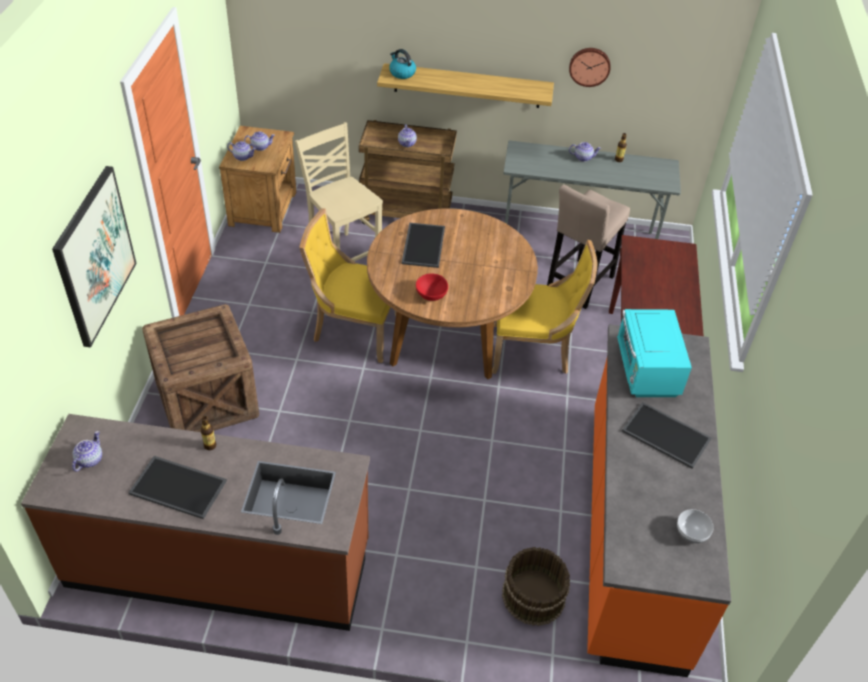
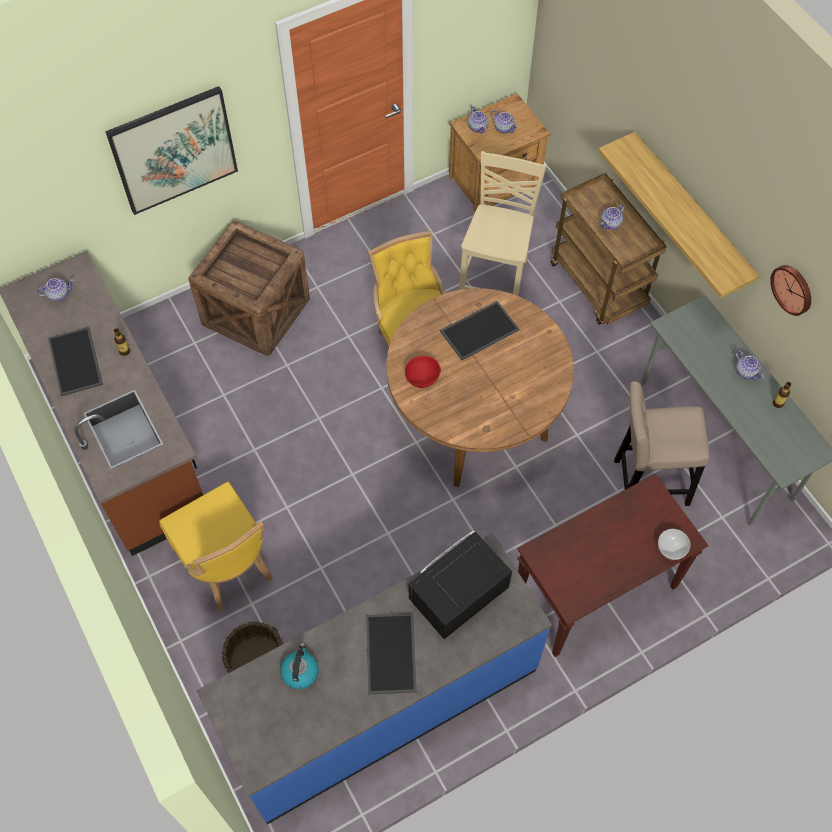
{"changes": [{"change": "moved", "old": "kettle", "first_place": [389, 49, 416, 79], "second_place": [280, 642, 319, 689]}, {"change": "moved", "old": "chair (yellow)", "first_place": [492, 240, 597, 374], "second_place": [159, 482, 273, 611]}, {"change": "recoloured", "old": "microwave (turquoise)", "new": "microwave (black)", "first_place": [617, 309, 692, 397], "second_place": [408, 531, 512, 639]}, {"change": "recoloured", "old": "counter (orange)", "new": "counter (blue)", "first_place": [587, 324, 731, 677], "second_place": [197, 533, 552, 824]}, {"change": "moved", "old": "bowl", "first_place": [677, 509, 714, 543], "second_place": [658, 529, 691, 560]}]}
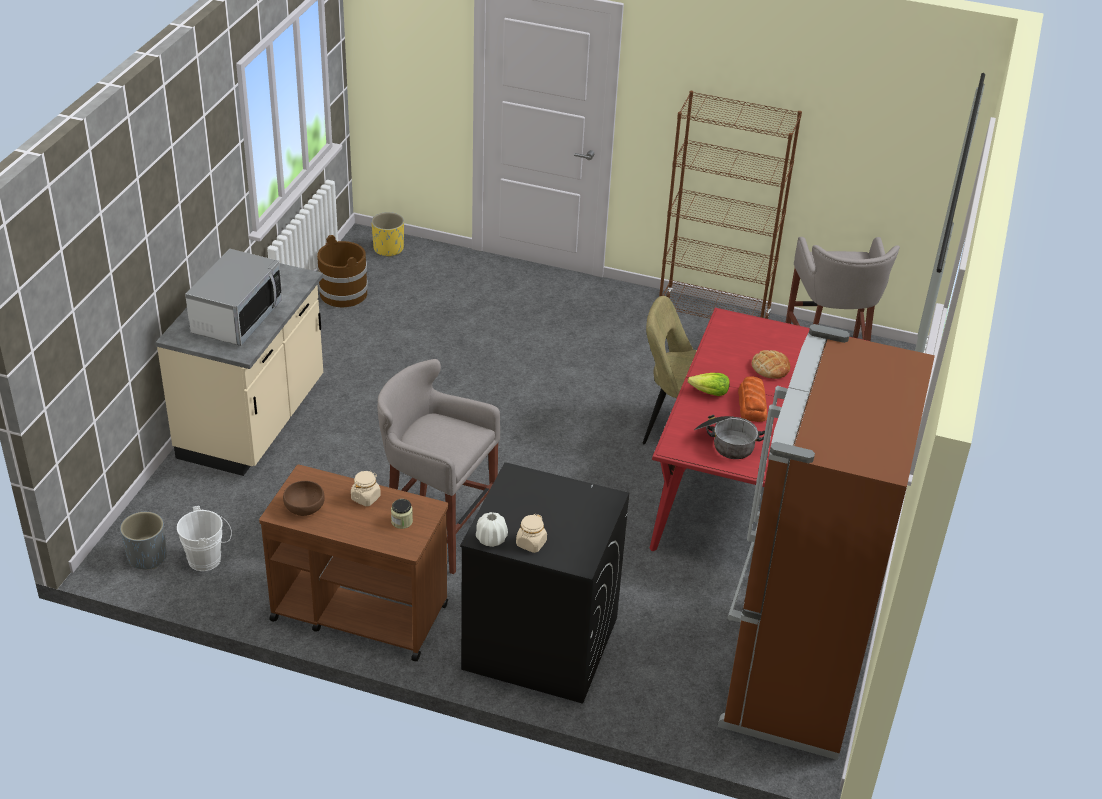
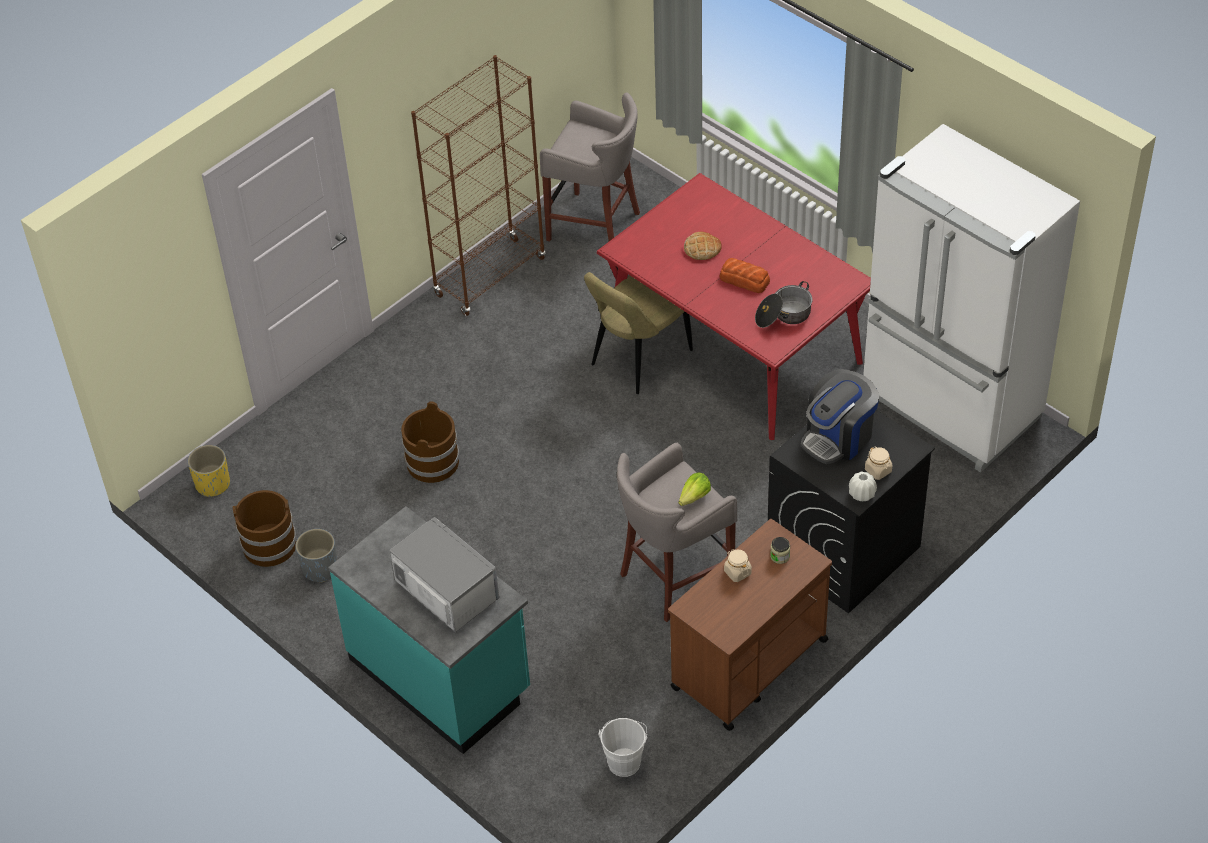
{"changes": [{"change": "recoloured", "old": "counter (beige)", "new": "counter (turquoise)", "first_place": [156, 263, 323, 476], "second_place": [328, 506, 530, 754]}, {"change": "recoloured", "old": "fridge (brown)", "new": "fridge (white)", "first_place": [718, 324, 935, 760], "second_place": [863, 124, 1080, 473]}, {"change": "moved", "old": "lettuce", "first_place": [688, 373, 730, 396], "second_place": [678, 473, 711, 506]}, {"change": "removed", "old": "bowl (brown)", "first_place": [283, 481, 325, 516]}, {"change": "moved", "old": "planter (grey)", "first_place": [120, 512, 167, 569], "second_place": [295, 529, 337, 583]}, {"change": "added", "new": "coffee machine", "second_place": [801, 369, 879, 464]}, {"change": "added", "new": "bucket (brown)", "second_place": [401, 402, 459, 483]}]}
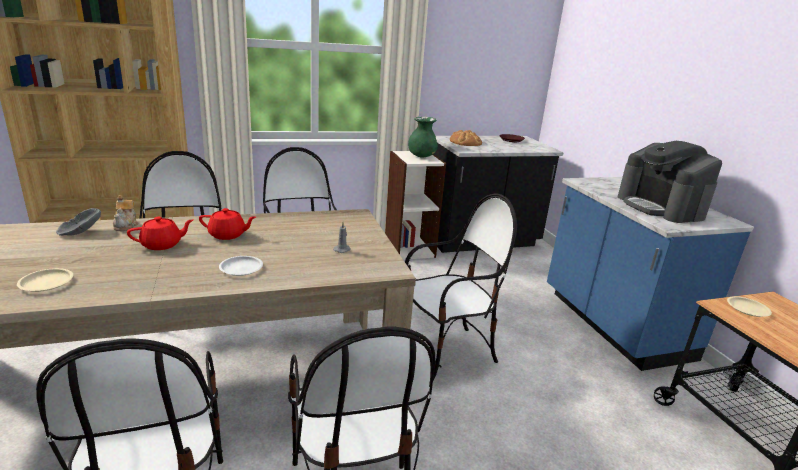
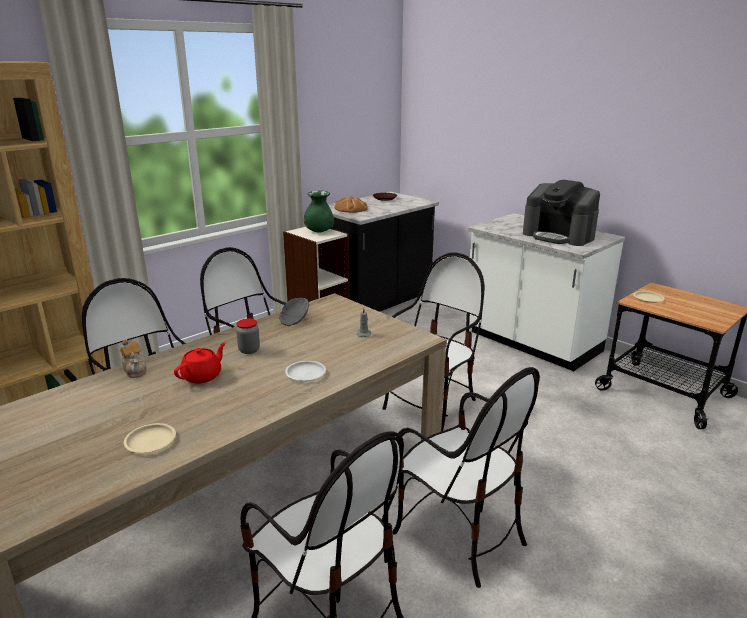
{"changes": [{"change": "recoloured", "old": "counter (blue)", "new": "counter (white)", "first_place": [547, 177, 754, 371], "second_place": [465, 213, 625, 371]}, {"change": "moved", "old": "bowl (grey)", "first_place": [56, 208, 101, 236], "second_place": [279, 298, 309, 326]}, {"change": "replaced", "old": "teapot (red)", "new": "jar", "first_place": [199, 208, 256, 240], "second_place": [236, 318, 260, 354]}]}
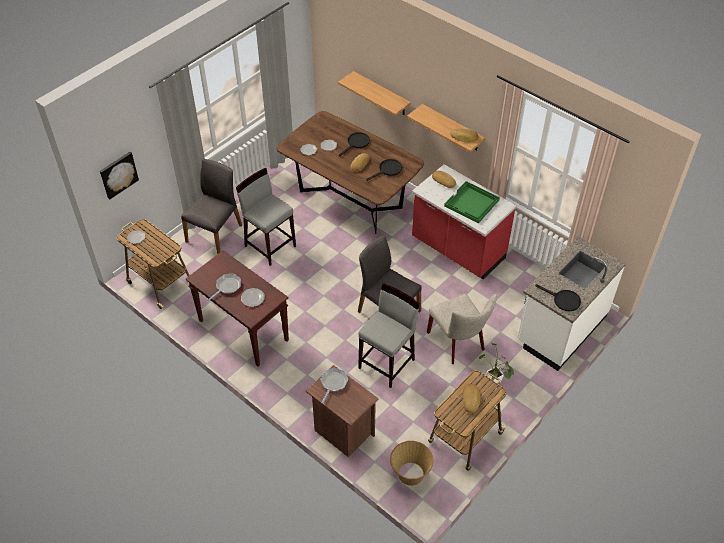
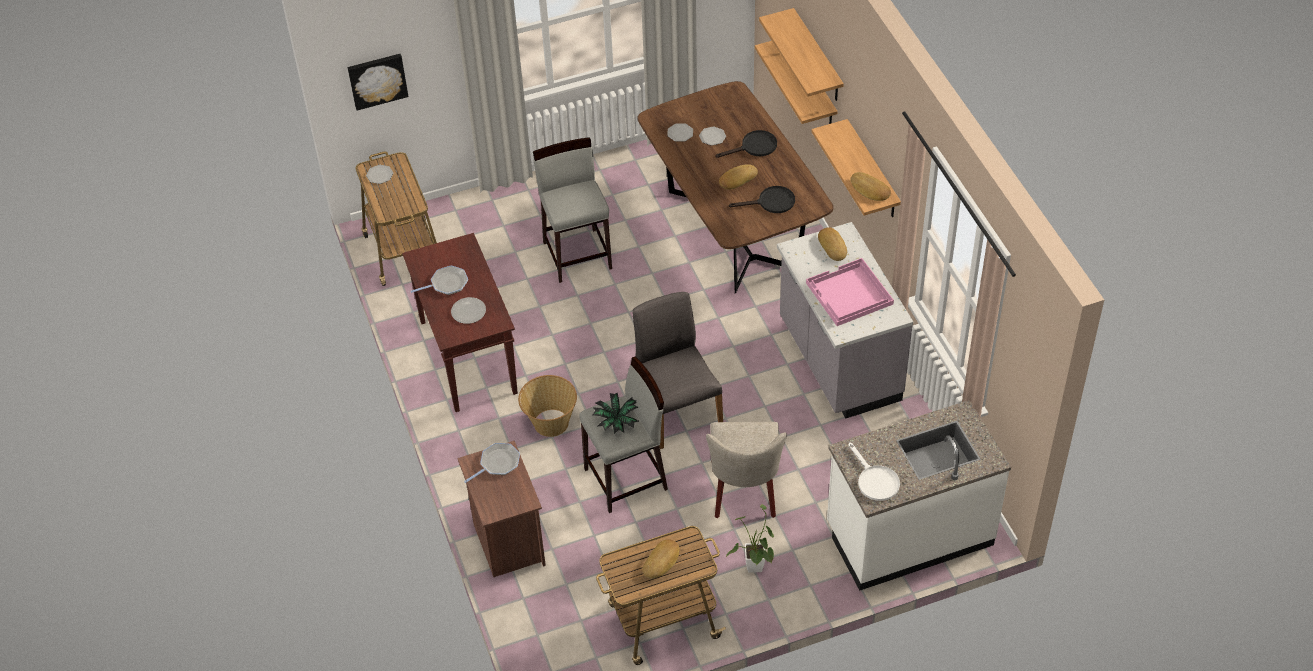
{"changes": [{"change": "removed", "old": "chair (grey)", "first_place": [181, 159, 242, 254]}, {"change": "recoloured", "old": "counter (red)", "new": "counter (grey)", "first_place": [412, 164, 516, 279], "second_place": [777, 222, 913, 419]}, {"change": "recoloured", "old": "tray (green)", "new": "tray (pink)", "first_place": [444, 181, 500, 224], "second_place": [806, 258, 894, 326]}, {"change": "recoloured", "old": "frying pan (black)", "new": "frying pan (white)", "first_place": [535, 284, 581, 311], "second_place": [849, 443, 900, 501]}, {"change": "moved", "old": "basket", "first_place": [390, 441, 433, 486], "second_place": [518, 375, 577, 437]}, {"change": "added", "new": "shelf", "second_place": [759, 8, 844, 101]}, {"change": "added", "new": "potted plant", "second_place": [592, 393, 640, 434]}]}
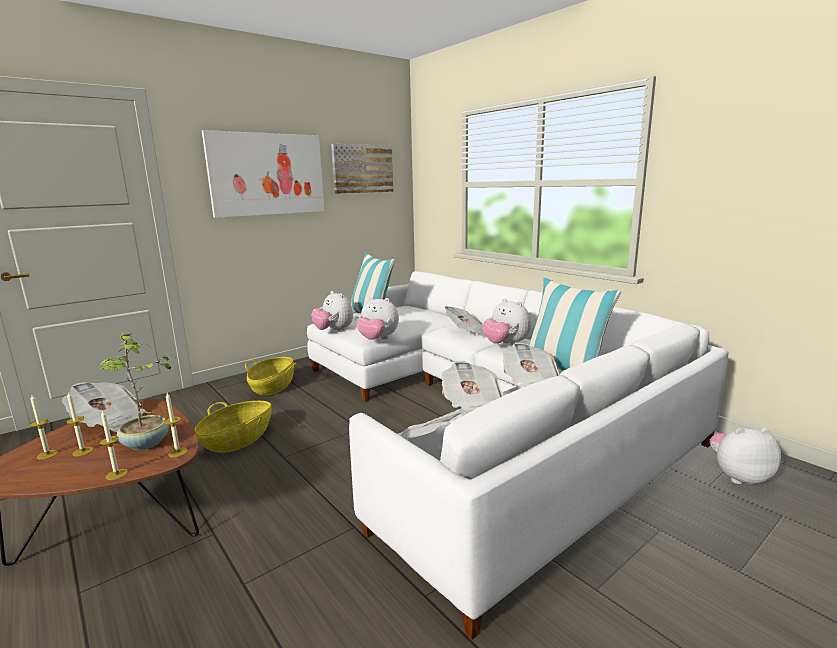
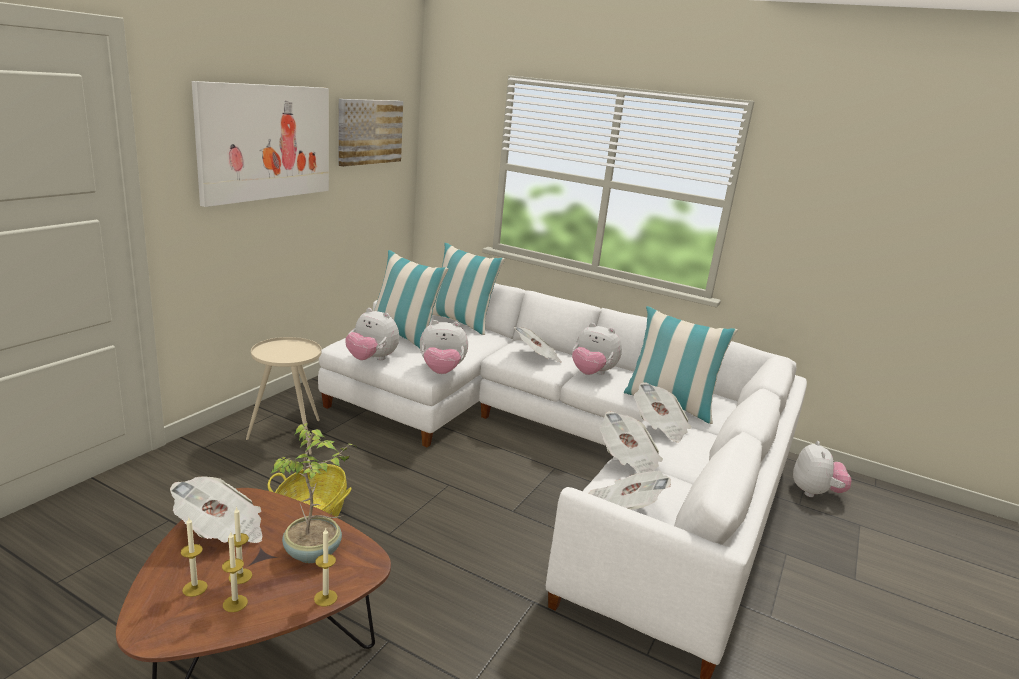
{"changes": [{"change": "replaced", "old": "basket", "new": "side table (beige)", "first_place": [245, 357, 296, 395], "second_place": [246, 337, 322, 455]}, {"change": "moved", "old": "candle", "first_place": [164, 393, 188, 457], "second_place": [222, 532, 248, 612]}, {"change": "turned", "old": "plush toy", "first_place": [710, 428, 781, 484], "second_place": [793, 441, 851, 497], "degrees": 120}, {"change": "added", "new": "pillow", "second_place": [432, 243, 505, 335]}]}
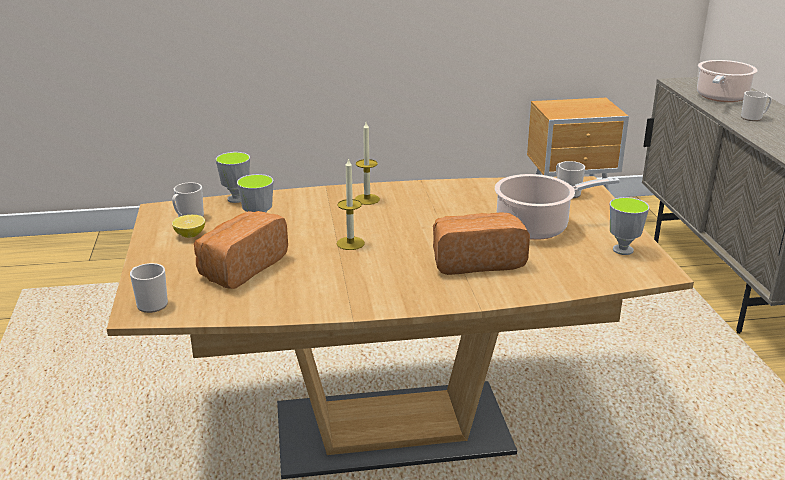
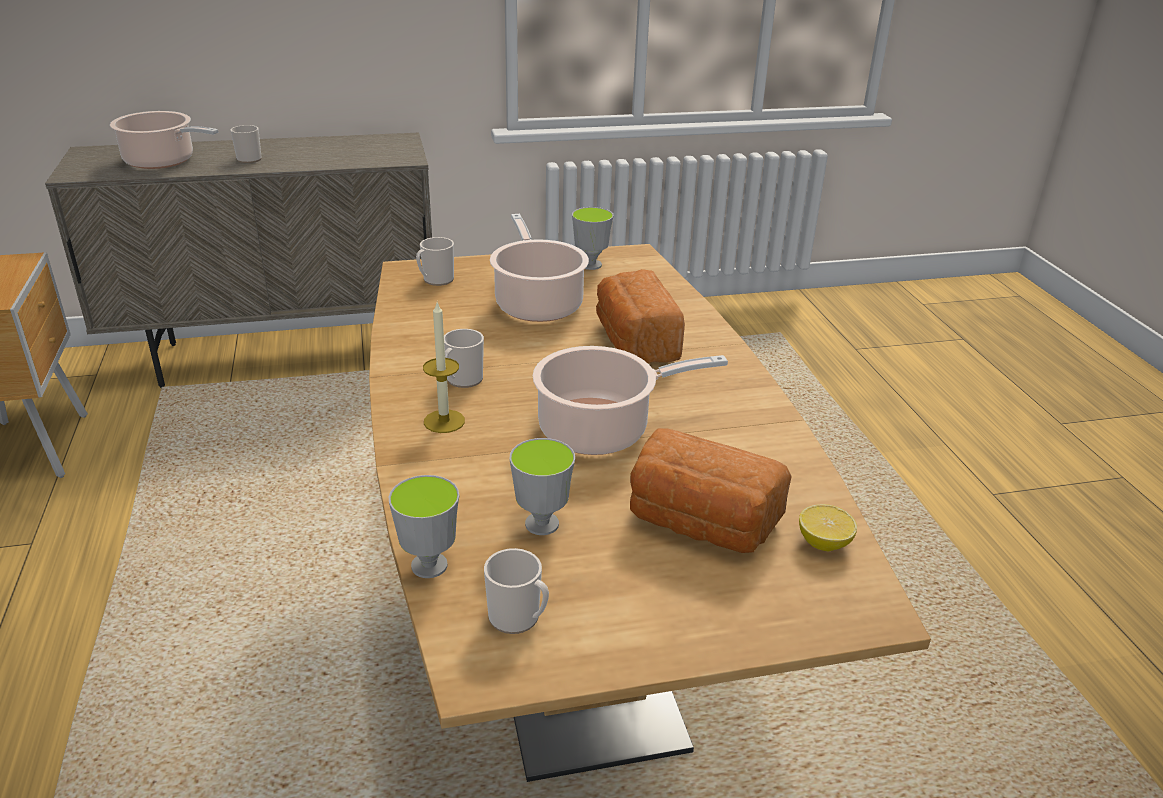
{"changes": [{"change": "replaced", "old": "candle", "new": "cooking pot", "first_place": [337, 158, 365, 250], "second_place": [533, 346, 728, 455]}, {"change": "moved", "old": "lemon", "first_place": [172, 215, 205, 238], "second_place": [799, 504, 857, 551]}, {"change": "moved", "old": "mug", "first_place": [130, 263, 168, 313], "second_place": [444, 329, 484, 388]}]}
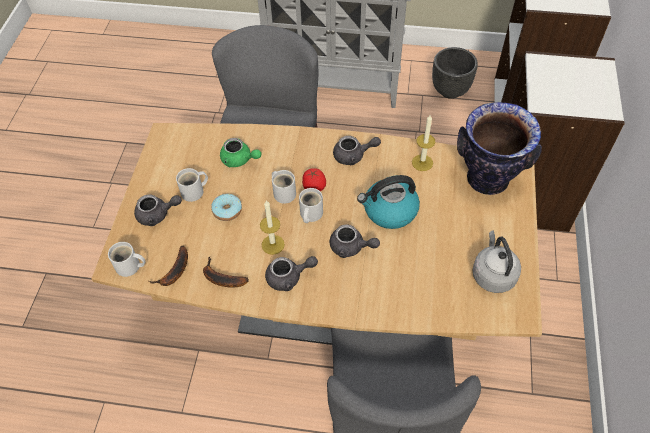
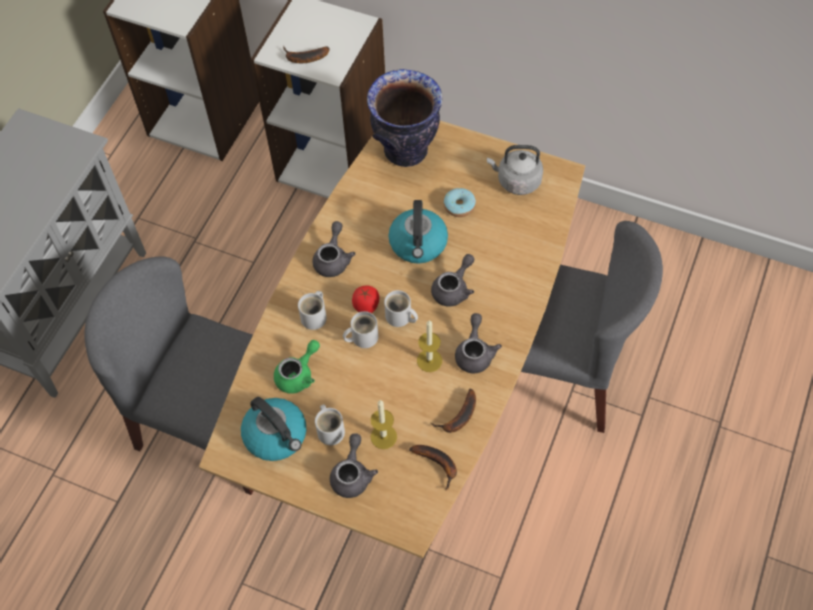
{"changes": [{"change": "removed", "old": "planter (black)", "first_place": [432, 47, 478, 99]}, {"change": "moved", "old": "candle", "first_place": [412, 115, 435, 171], "second_place": [371, 400, 397, 449]}, {"change": "moved", "old": "donut", "first_place": [211, 194, 242, 221], "second_place": [444, 188, 476, 217]}, {"change": "moved", "old": "mug (white)", "first_place": [108, 242, 146, 277], "second_place": [298, 291, 327, 330]}, {"change": "added", "new": "banana", "second_place": [283, 46, 329, 63]}, {"change": "added", "new": "kettle", "second_place": [241, 397, 306, 461]}]}
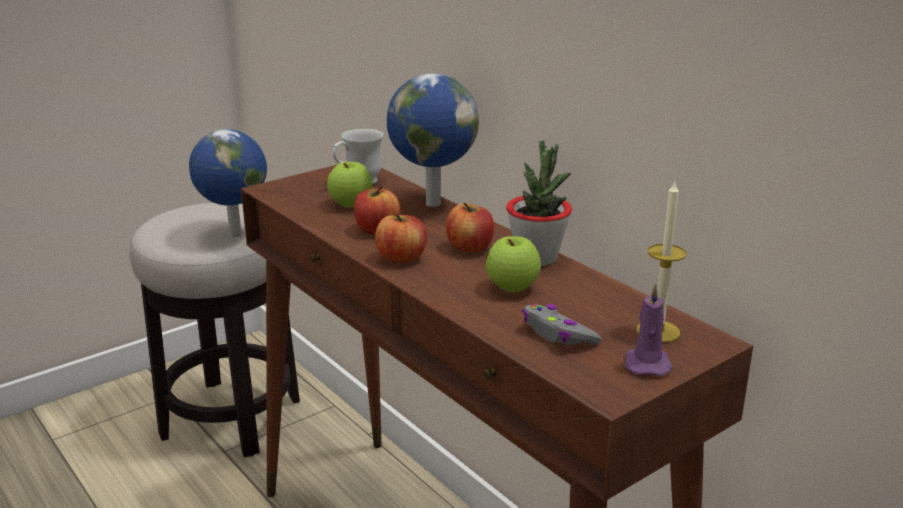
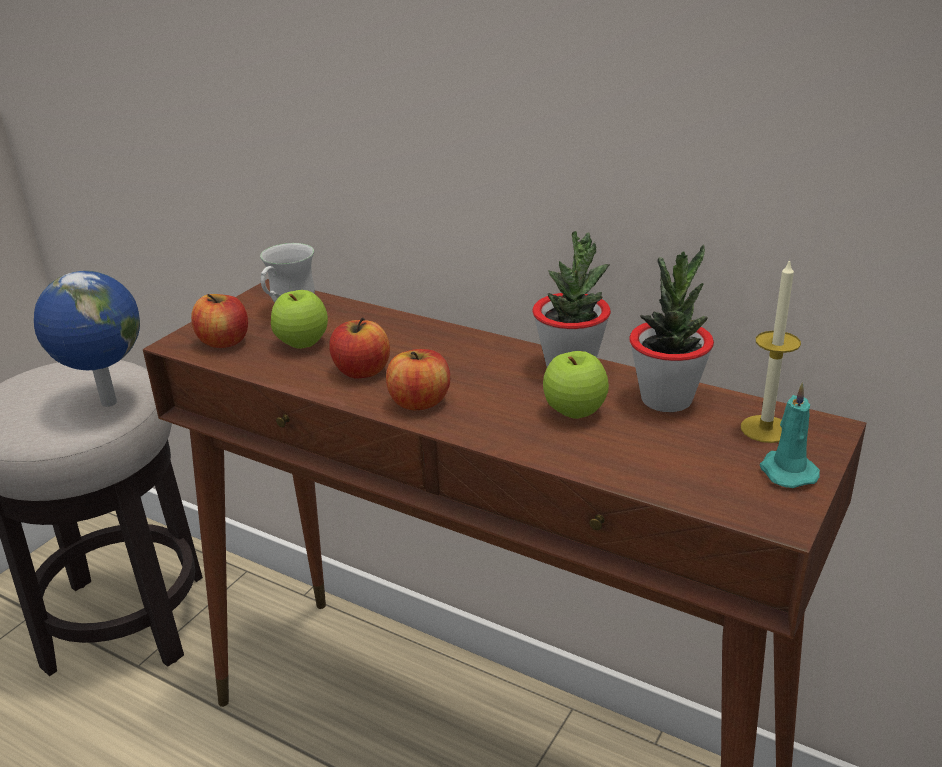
{"changes": [{"change": "removed", "old": "globe", "first_place": [387, 74, 479, 207]}, {"change": "moved", "old": "apple", "first_place": [446, 203, 494, 252], "second_place": [191, 294, 248, 348]}, {"change": "recoloured", "old": "candle (purple)", "new": "candle (turquoise)", "first_place": [625, 283, 673, 376], "second_place": [760, 382, 820, 488]}, {"change": "removed", "old": "game controller (grey)", "first_place": [522, 304, 602, 345]}, {"change": "added", "new": "potted plant", "second_place": [629, 245, 714, 412]}]}
